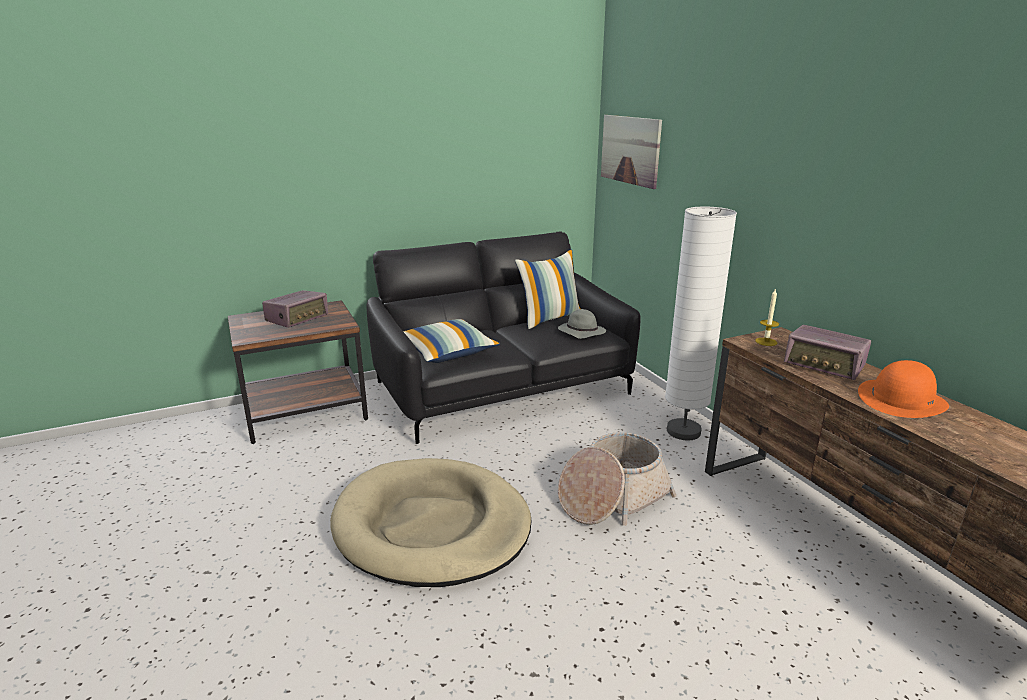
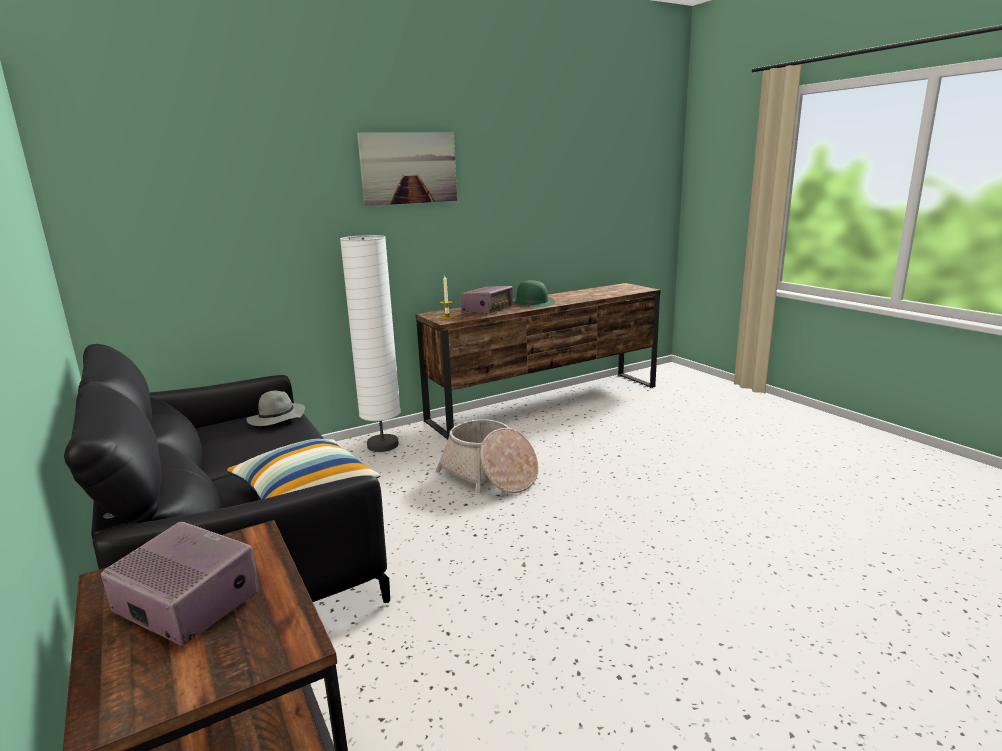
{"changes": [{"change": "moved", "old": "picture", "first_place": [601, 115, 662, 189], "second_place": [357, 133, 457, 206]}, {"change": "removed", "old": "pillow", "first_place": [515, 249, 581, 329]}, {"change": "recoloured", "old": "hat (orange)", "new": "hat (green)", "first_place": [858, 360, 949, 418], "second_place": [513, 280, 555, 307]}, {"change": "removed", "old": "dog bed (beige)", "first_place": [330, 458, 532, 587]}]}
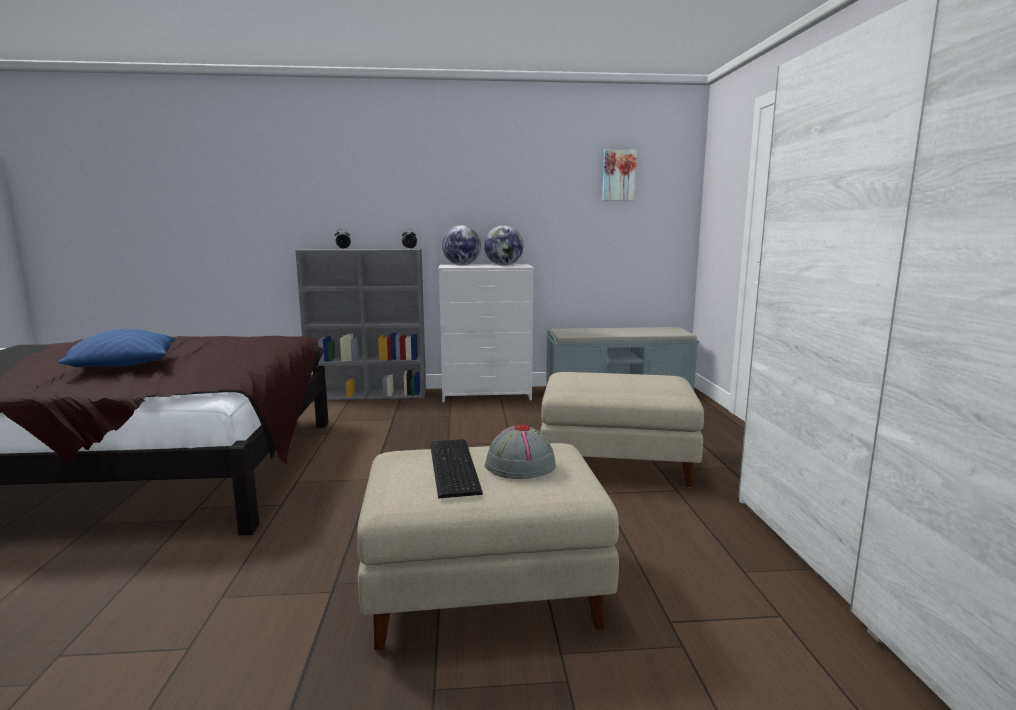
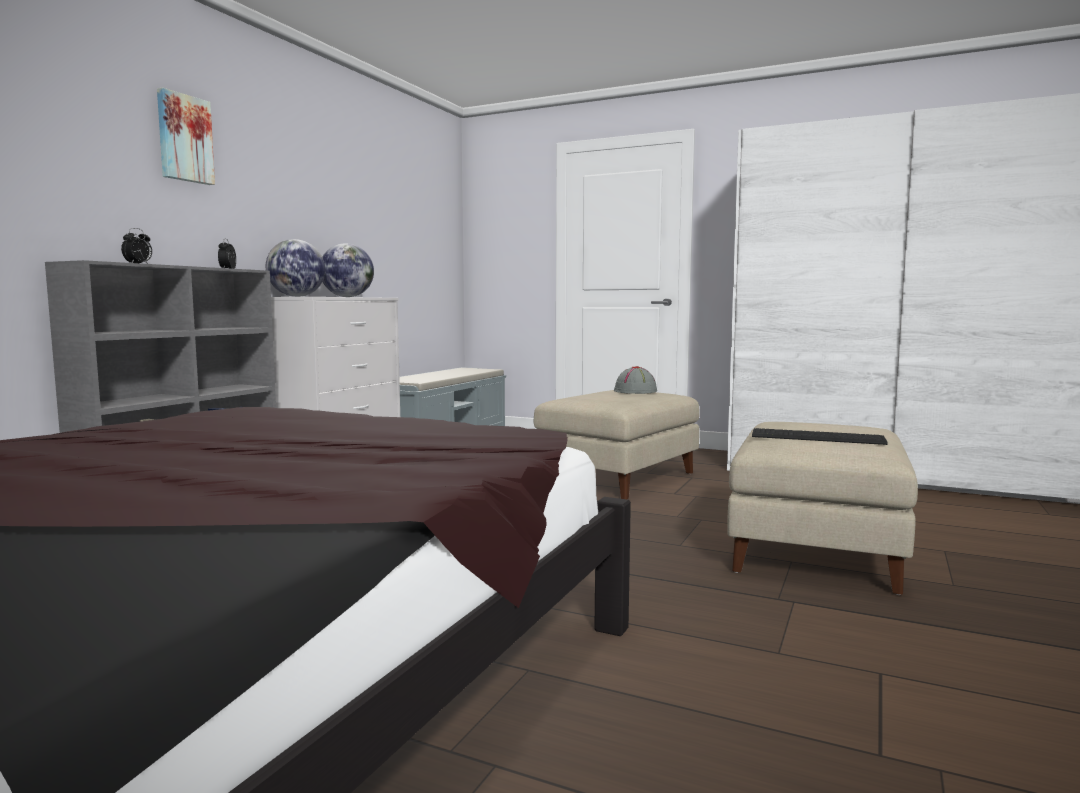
{"changes": [{"change": "moved", "old": "picture", "first_place": [602, 150, 637, 201], "second_place": [157, 88, 215, 185]}, {"change": "removed", "old": "pillow (blue)", "first_place": [57, 329, 176, 367]}, {"change": "moved", "old": "hat (grey)", "first_place": [485, 425, 556, 479], "second_place": [614, 366, 657, 394]}]}
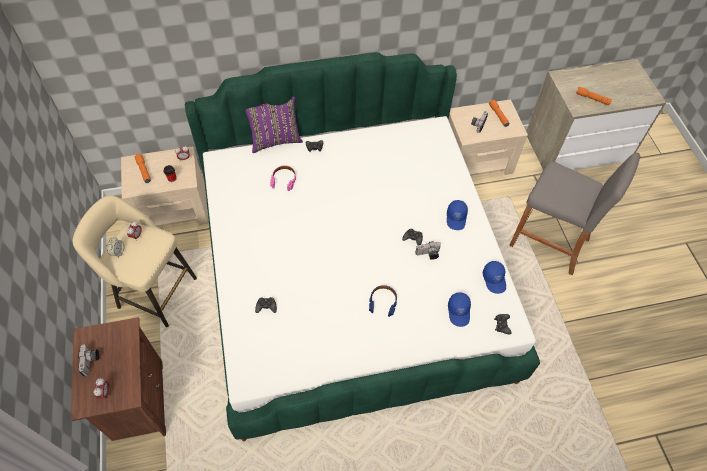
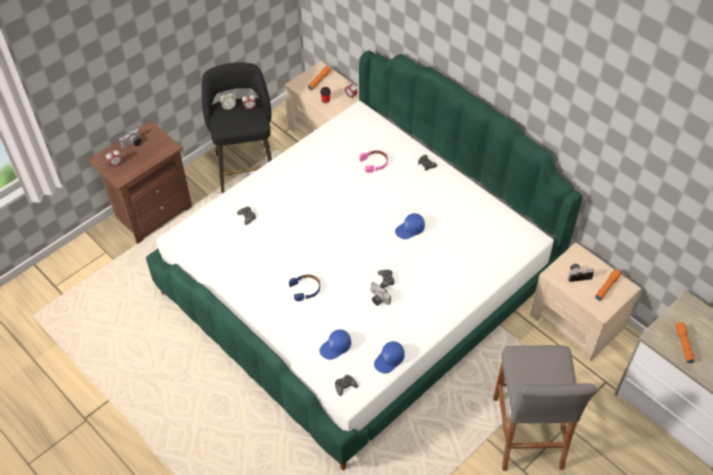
{"changes": [{"change": "removed", "old": "pillow (purple)", "first_place": [245, 96, 303, 153]}, {"change": "recoloured", "old": "stool (beige)", "new": "stool (black)", "first_place": [73, 195, 197, 327], "second_place": [202, 63, 272, 193]}, {"change": "moved", "old": "cap (blue)", "first_place": [447, 200, 468, 230], "second_place": [395, 213, 425, 239]}]}
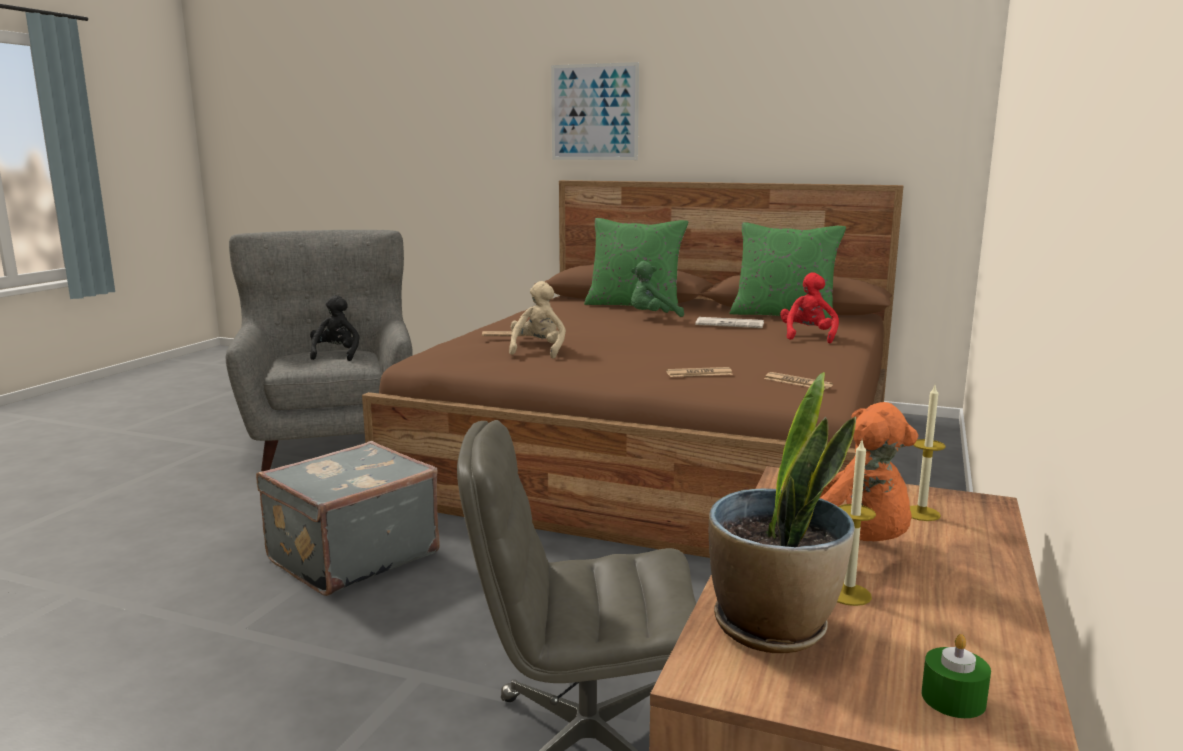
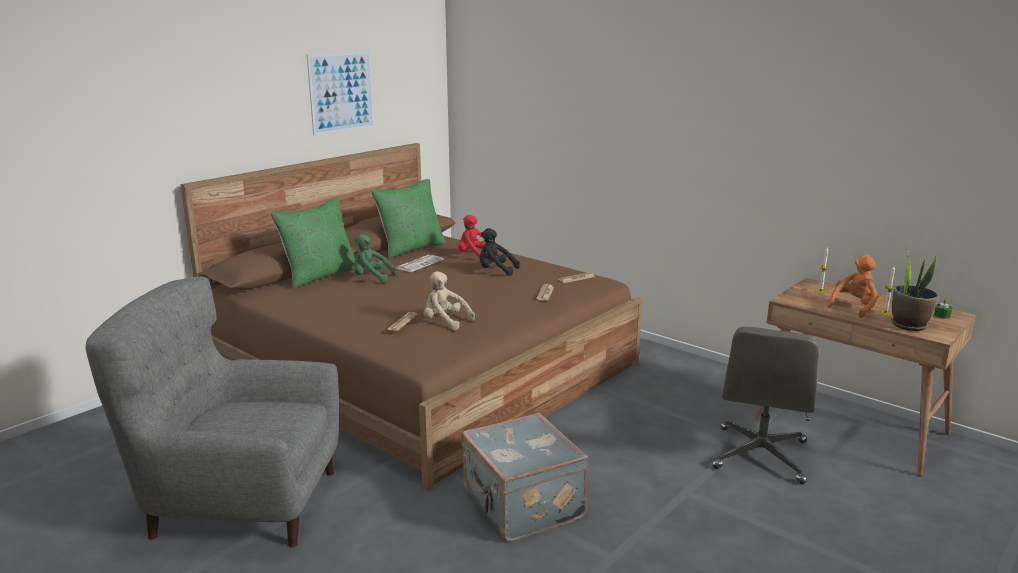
{"changes": [{"change": "moved", "old": "picture", "first_place": [551, 62, 639, 160], "second_place": [307, 51, 374, 136]}, {"change": "turned", "old": "plush toy (green)", "first_place": [631, 261, 684, 317], "second_place": [354, 234, 397, 282], "degrees": 105}, {"change": "moved", "old": "plush toy (black)", "first_place": [310, 295, 360, 361], "second_place": [480, 228, 520, 276]}]}
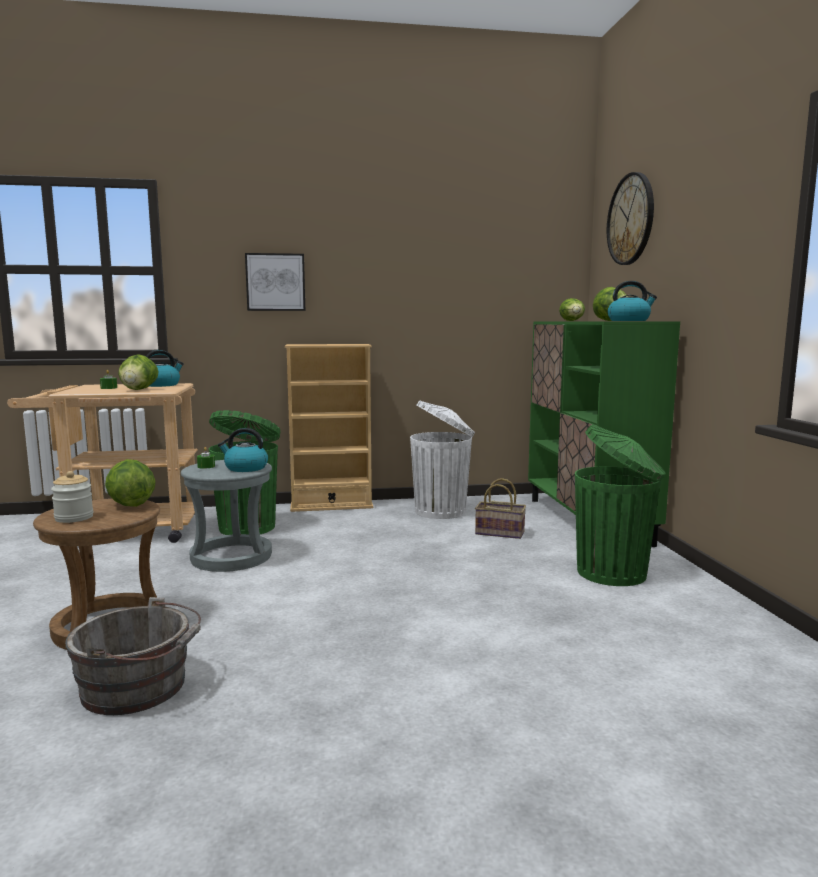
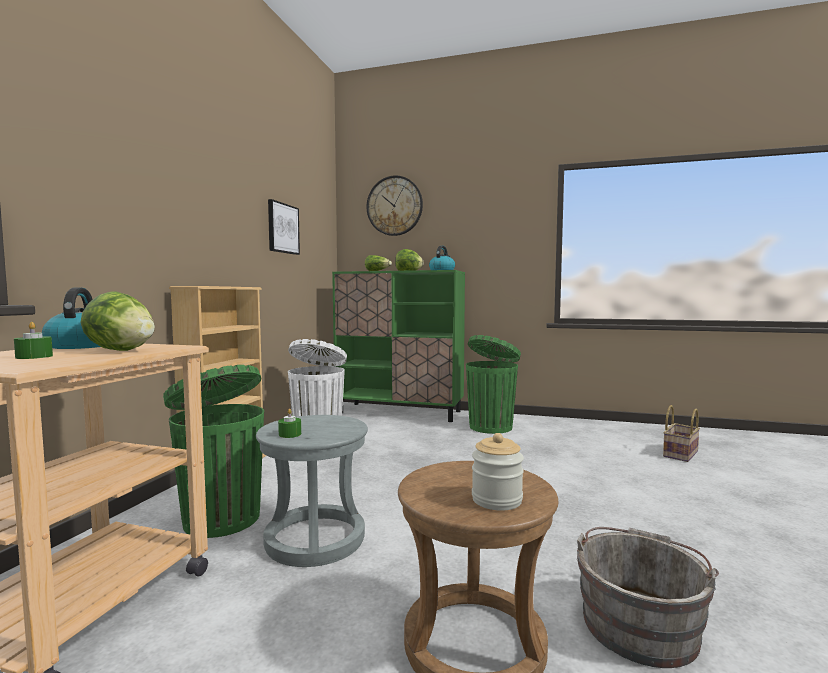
{"changes": [{"change": "moved", "old": "picture", "first_place": [245, 253, 305, 311], "second_place": [268, 199, 300, 255]}, {"change": "removed", "old": "kettle", "first_place": [218, 428, 268, 472]}, {"change": "removed", "old": "lettuce", "first_place": [105, 459, 156, 507]}, {"change": "moved", "old": "basket", "first_place": [475, 478, 526, 539], "second_place": [663, 405, 700, 462]}]}
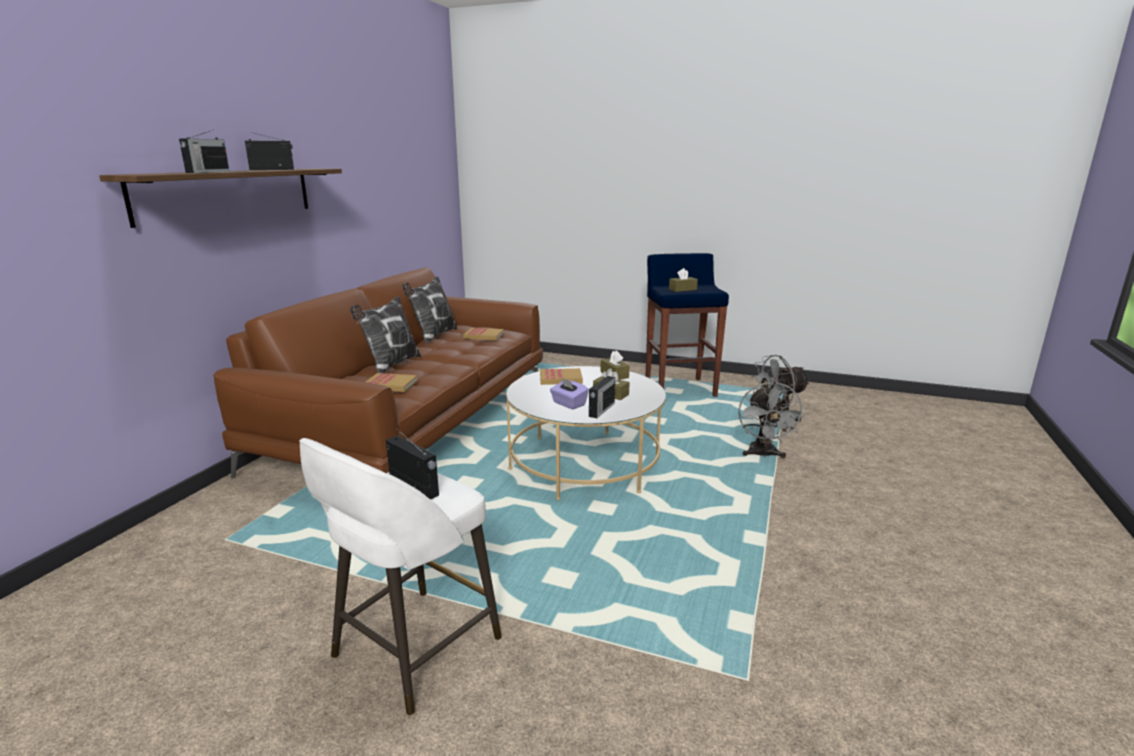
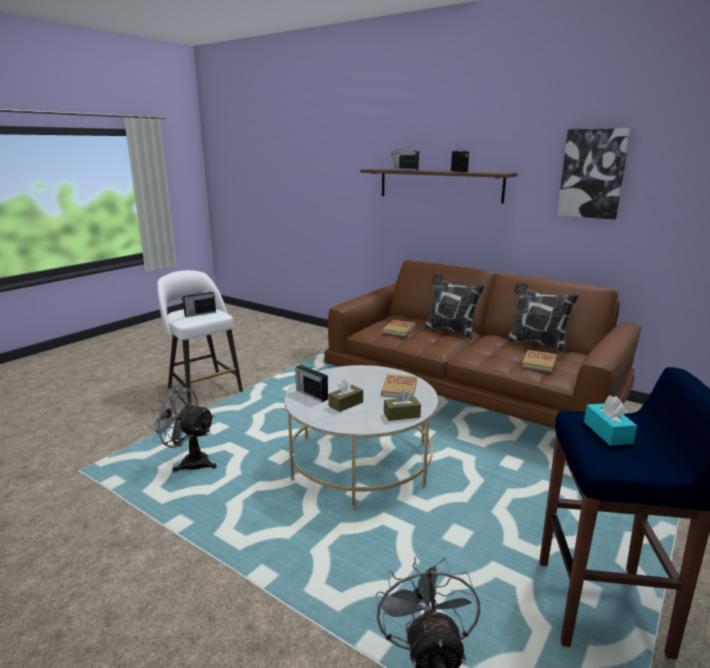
{"changes": [{"change": "recoloured", "old": "tissue box (brown)", "new": "tissue box (turquoise)", "first_place": [669, 268, 698, 292], "second_place": [584, 396, 637, 446]}, {"change": "removed", "old": "tissue box (purple)", "first_place": [550, 377, 589, 409]}, {"change": "moved", "old": "fan (grey)", "first_place": [738, 382, 805, 459], "second_place": [147, 386, 217, 472]}, {"change": "added", "new": "picture", "second_place": [557, 128, 631, 220]}]}
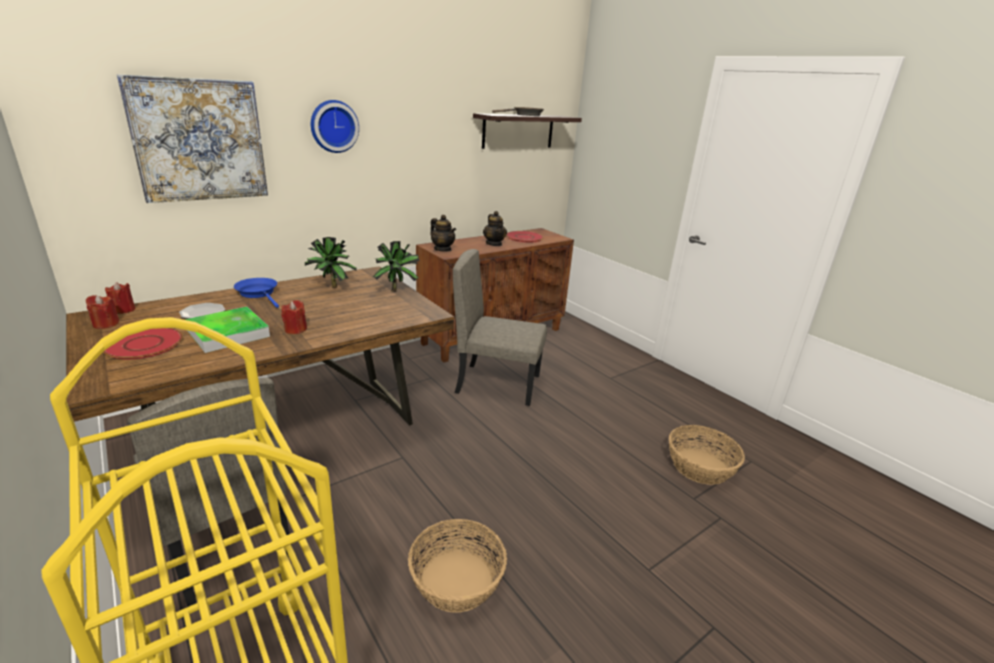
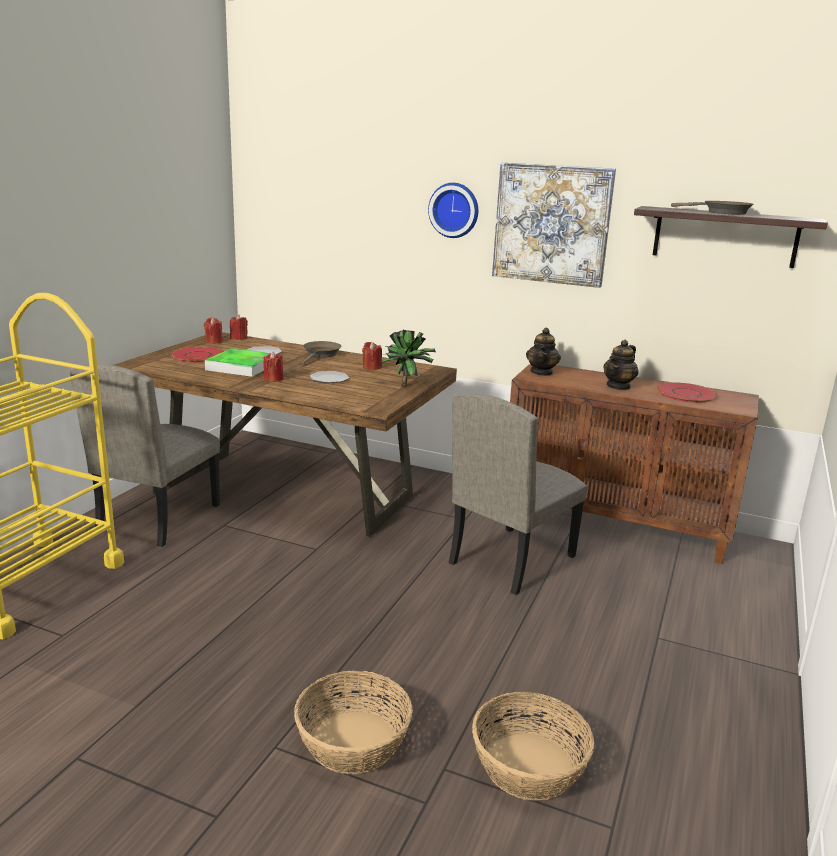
{"changes": [{"change": "moved", "old": "picture", "first_place": [117, 74, 268, 203], "second_place": [492, 162, 616, 288]}, {"change": "replaced", "old": "potted plant", "new": "candle (red)", "first_place": [305, 237, 357, 288], "second_place": [362, 342, 382, 370]}, {"change": "turned", "old": "chair (beige)", "first_place": [453, 249, 547, 406], "second_place": [449, 393, 588, 595], "degrees": -120}, {"change": "recoloured", "old": "frying pan (blue)", "new": "frying pan (brown)", "first_place": [234, 278, 279, 308], "second_place": [301, 341, 342, 365]}, {"change": "moved", "old": "basket", "first_place": [408, 519, 507, 613], "second_place": [294, 671, 413, 774]}, {"change": "added", "new": "plate", "second_place": [310, 371, 349, 383]}]}
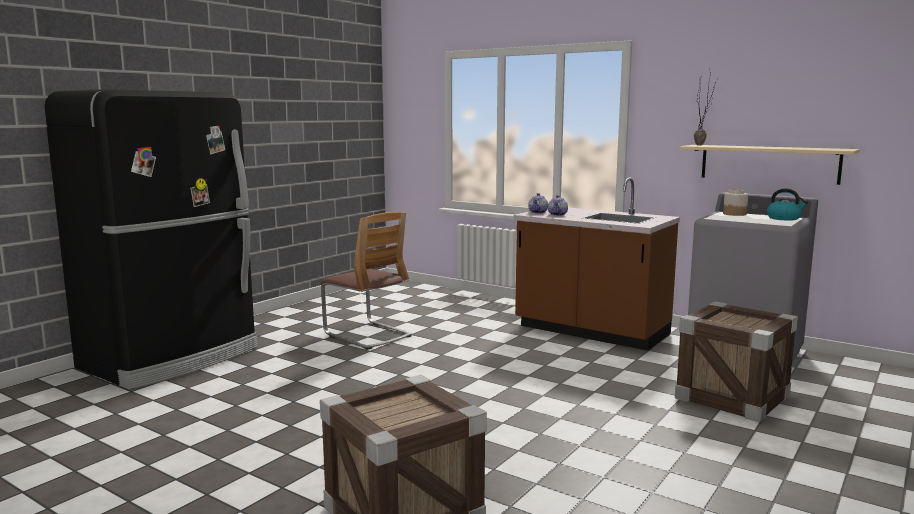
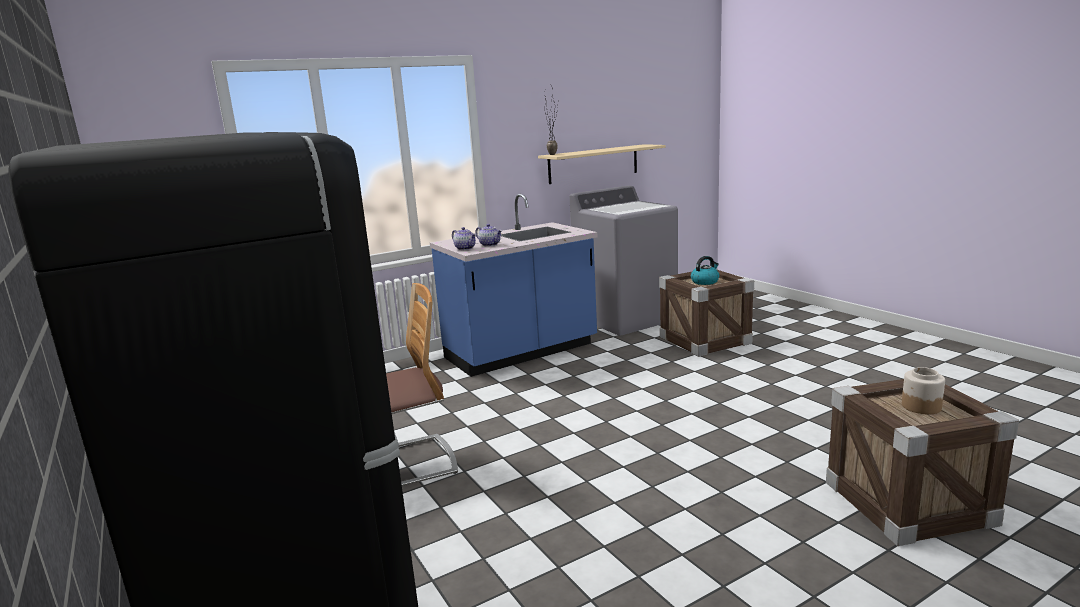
{"changes": [{"change": "recoloured", "old": "counter (brown)", "new": "counter (blue)", "first_place": [513, 177, 680, 351], "second_place": [430, 194, 597, 377]}, {"change": "moved", "old": "kettle", "first_place": [767, 188, 808, 221], "second_place": [691, 256, 719, 285]}, {"change": "moved", "old": "jar", "first_place": [723, 189, 748, 216], "second_place": [902, 367, 945, 414]}]}
